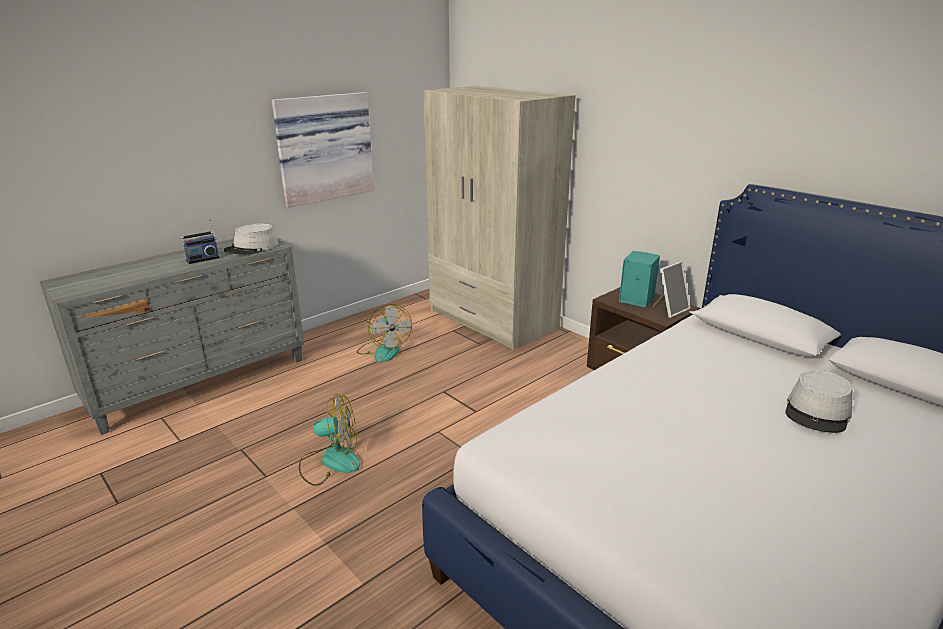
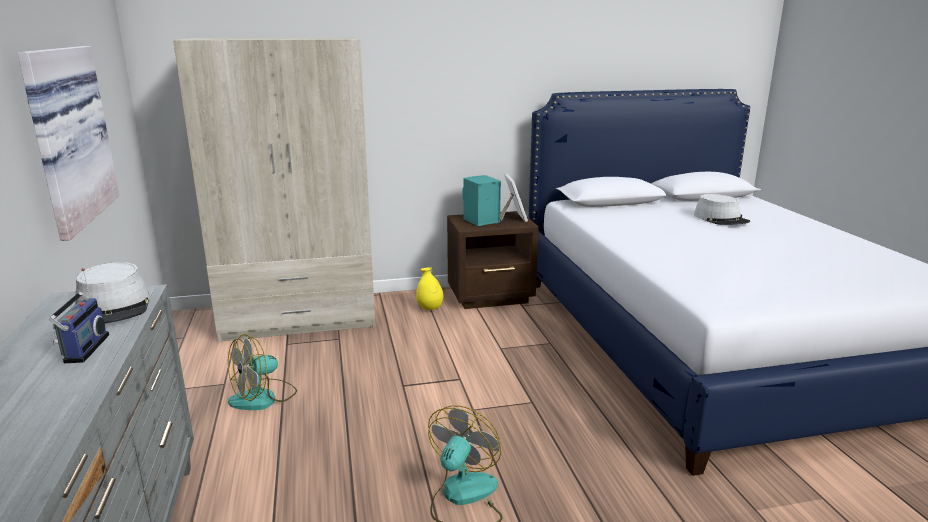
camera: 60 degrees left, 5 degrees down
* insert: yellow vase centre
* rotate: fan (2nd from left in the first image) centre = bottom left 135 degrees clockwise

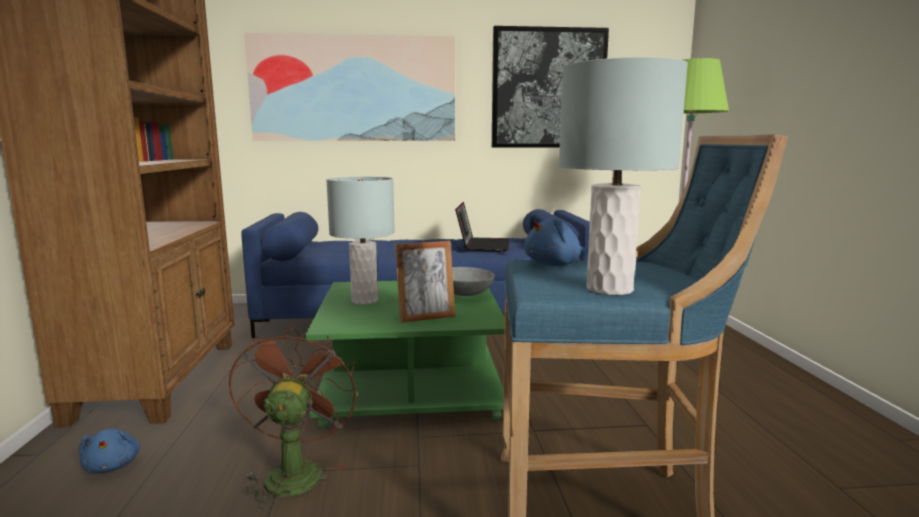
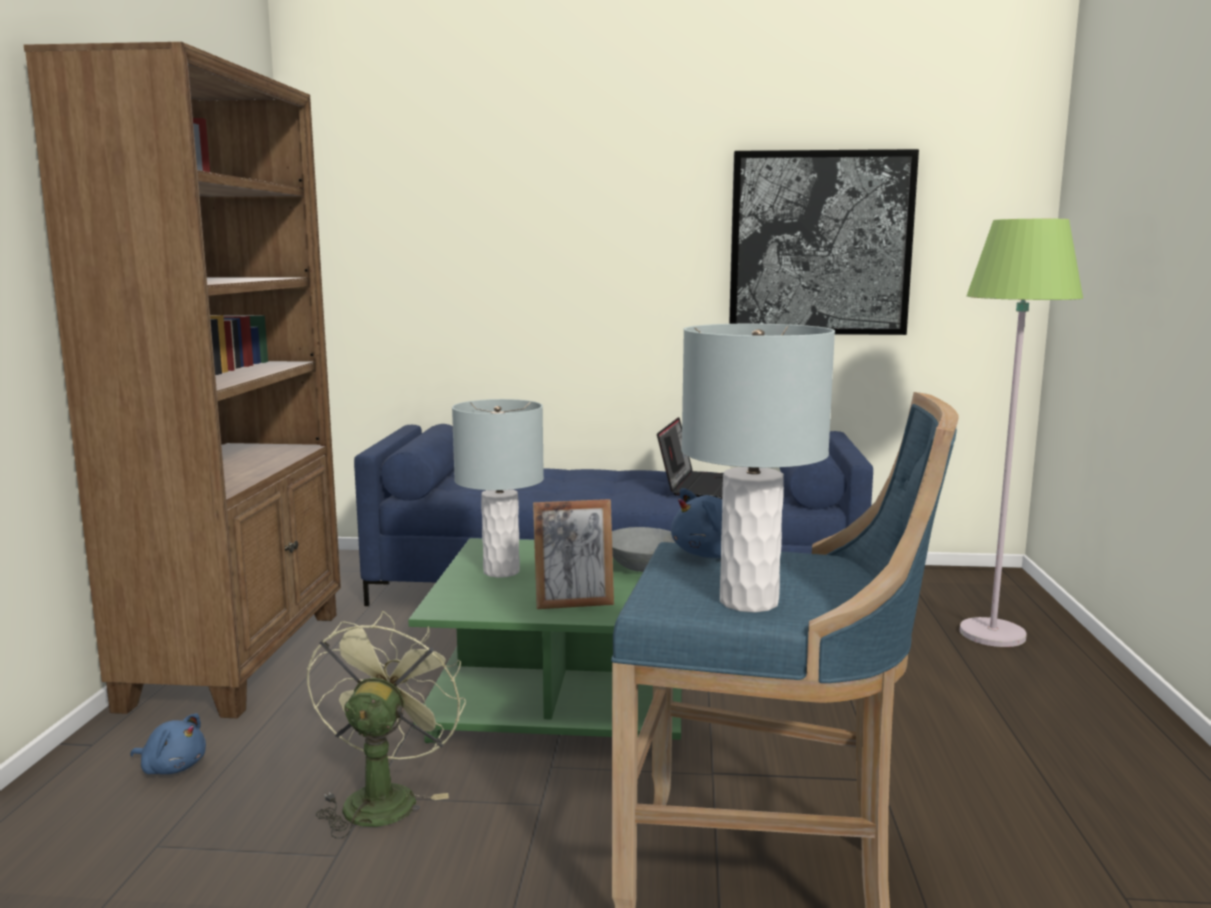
camera: 10 degrees right, 0 degrees up
* delete: picture (1st from left) top centre
* recolor: brown fan bottom left to green fan bottom left
* rotate: blue plush toy (1st from left) bottom left = bottom left 60 degrees counterclockwise

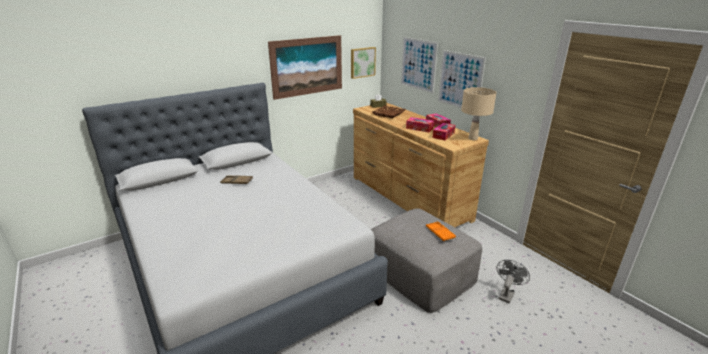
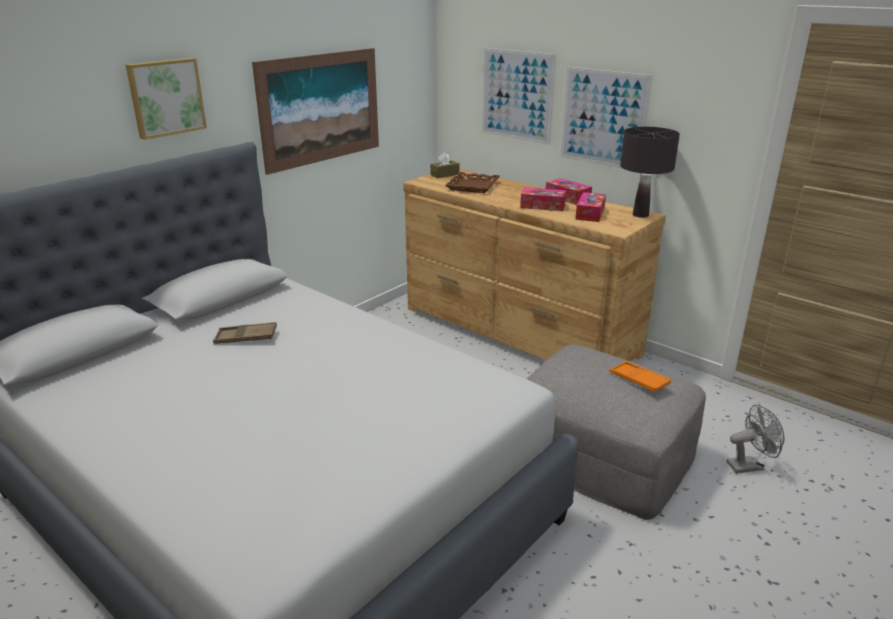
camera: 15 degrees left, 0 degrees up
* move: picture (2nd from left in the first image) top centre to picture (1st from left) top left
* recolor: beige table lamp top right to black table lamp top right
* rotate: grey fan bottom right = bottom right 60 degrees clockwise

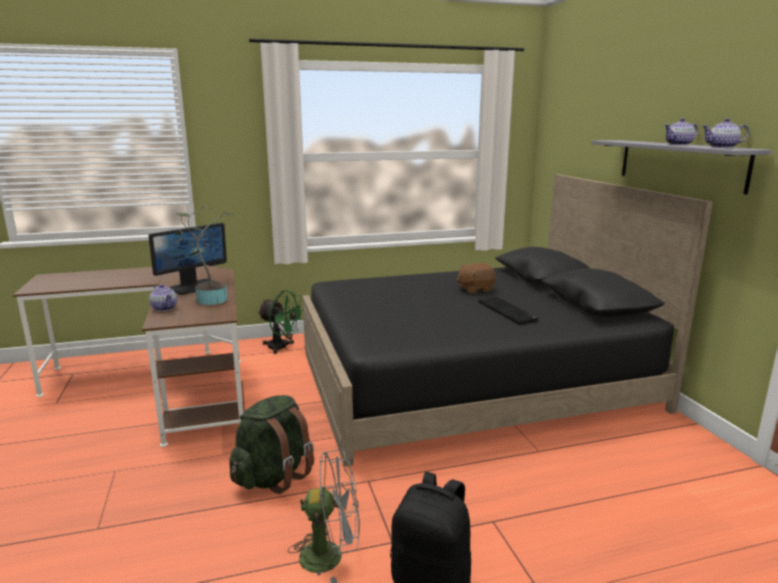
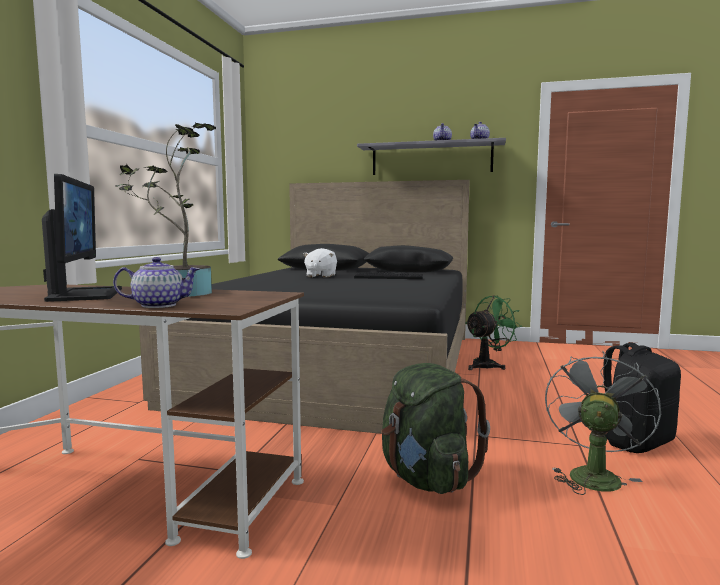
camera: 60 degrees left, 10 degrees down
* move: green fan centre to middle right
* recolor: brown plush toy centre to white plush toy centre

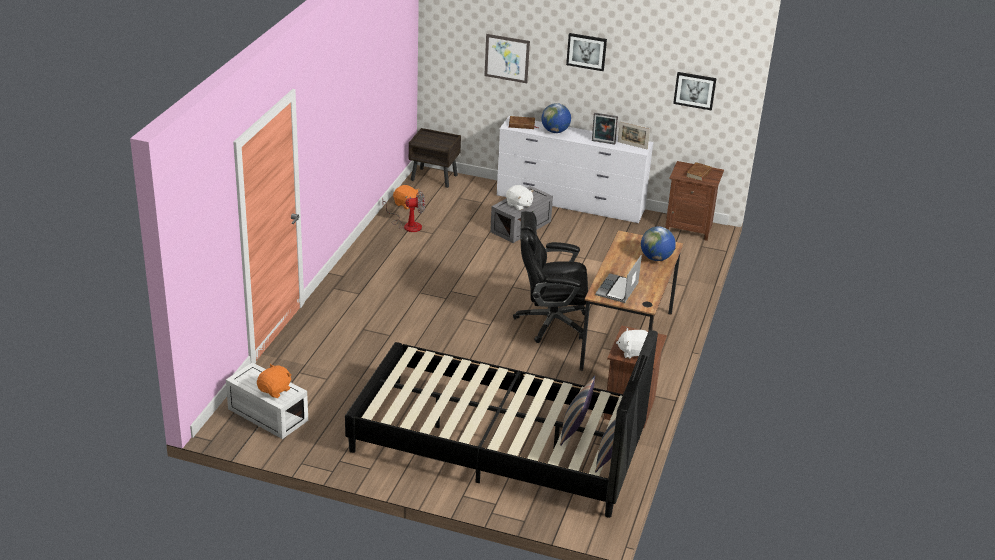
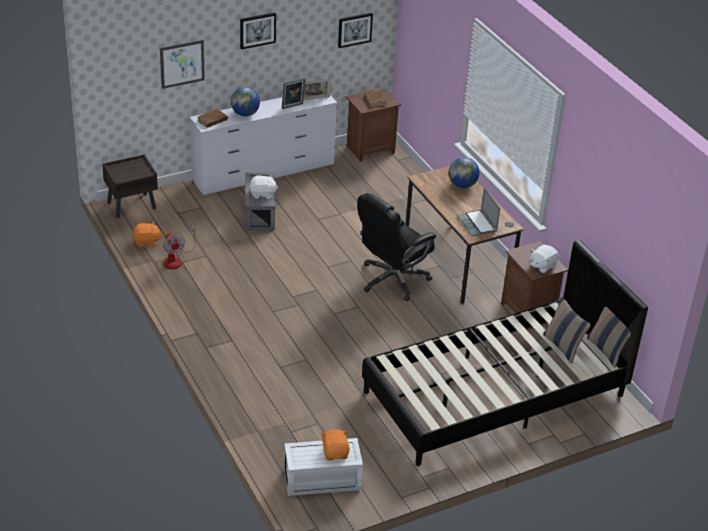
camera: 45 degrees left, 5 degrees up
* rotate: fan centre = middle left 120 degrees clockwise

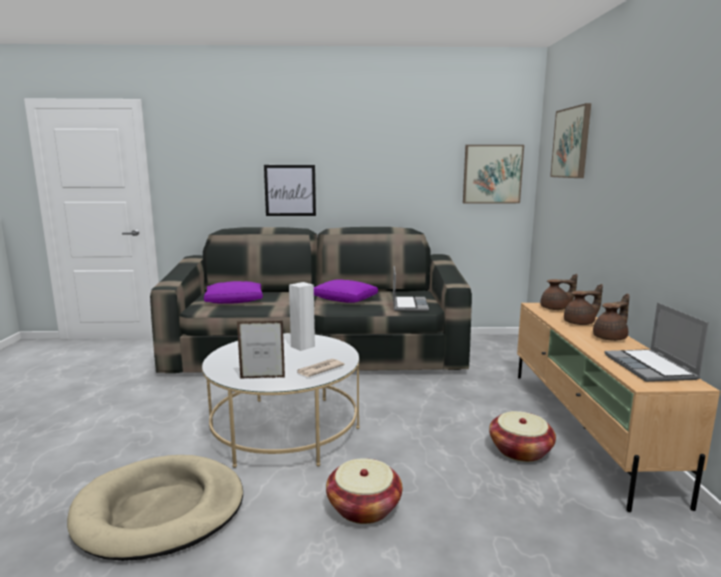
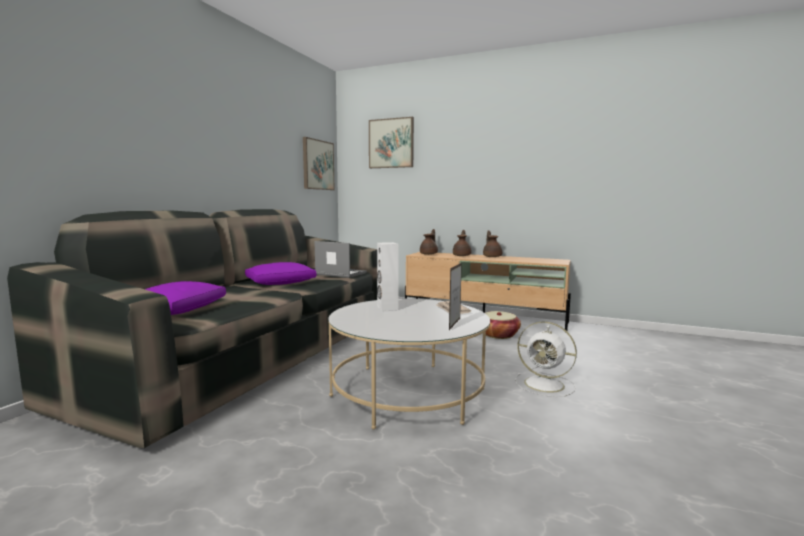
camera: 65 degrees left, 5 degrees down
* delete: beige dog bed bottom left
* delete: picture (1st from left) top centre
* delete: laptop (2nd from left) middle right
* replace: basket (1st from left) bottom centre to white fan bottom right

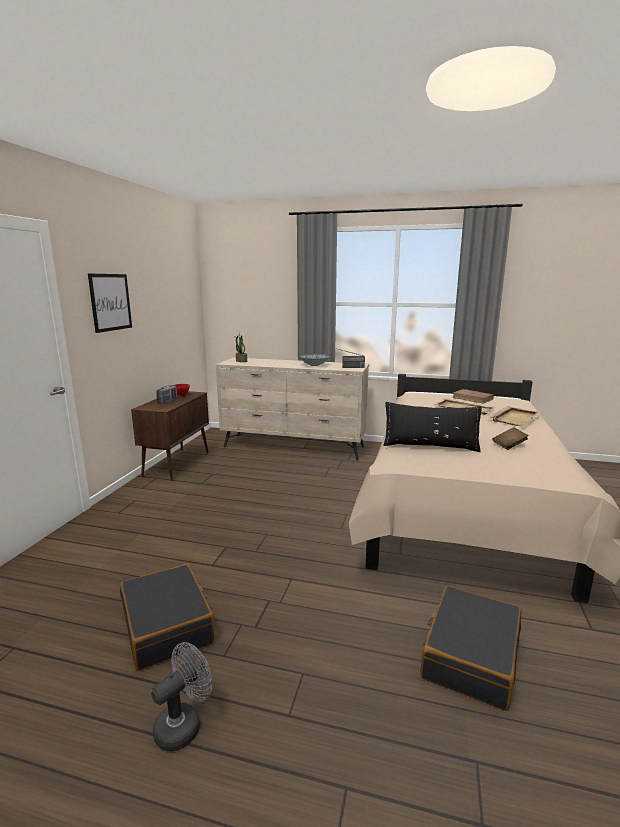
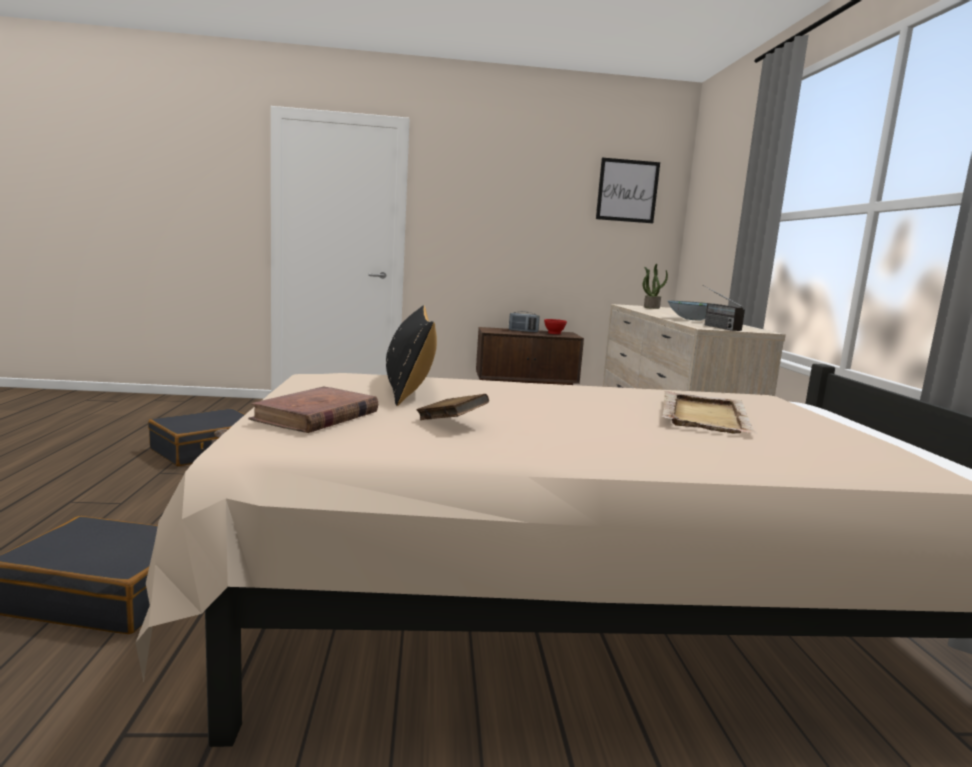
camera: 70 degrees right, 5 degrees down
* delete: grey fan bottom left
* delete: beige tray (2nd from left) middle right
* move: picture middle left to top centre
* move: brown book (1st from left) middle right to middle left

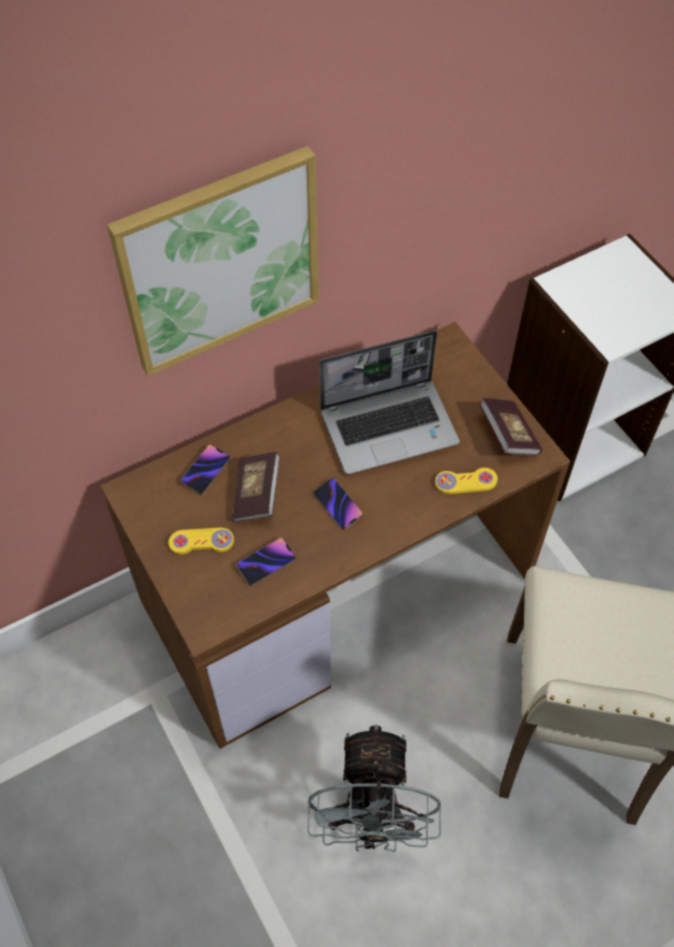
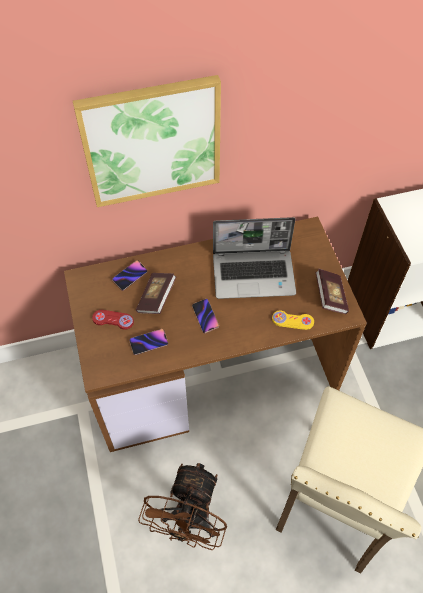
camera: 15 degrees right, 0 degrees up
* recolor: yellow game controller (1st from left) middle left to red game controller middle left
* recolor: grey fan bottom centre to brown fan bottom centre

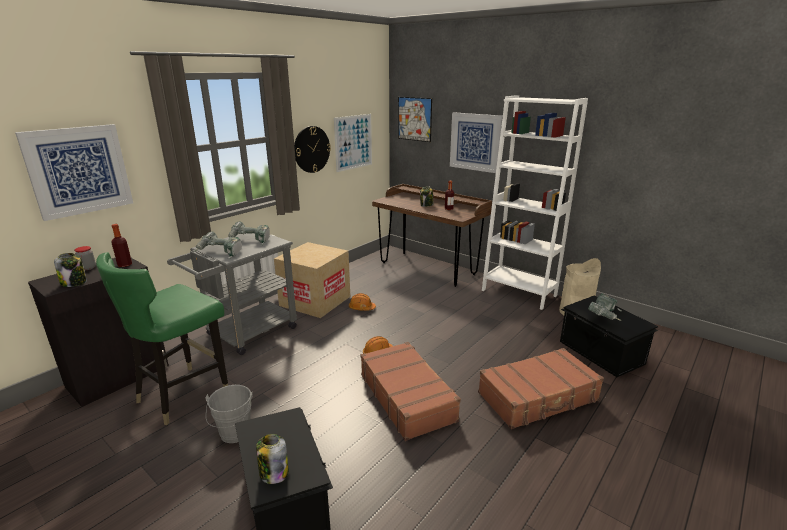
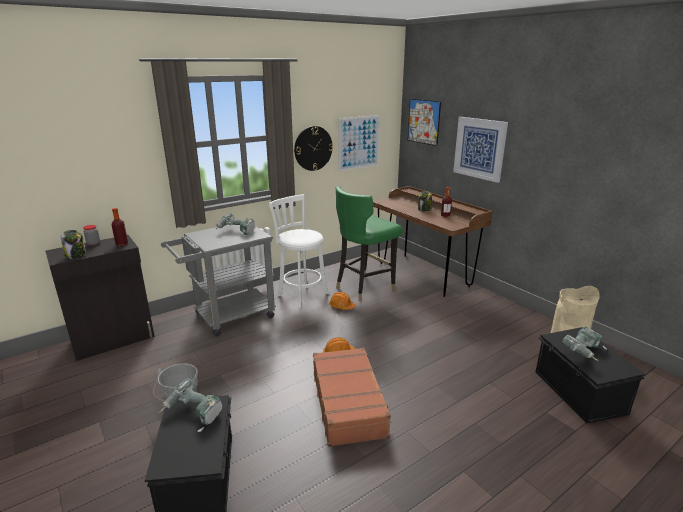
camera: 15 degrees right, 0 degrees up
* delete: picture (1st from left) top left
* delete: jar (3rd from left) bottom centre
* delete: brown suitcase (2nd from left) bottom right
* delete: white bookcase middle right
* move: green chair middle left to centre
* move: power drill (1st from left) middle left to bottom left
* replace: cardboard box centre to white stool centre

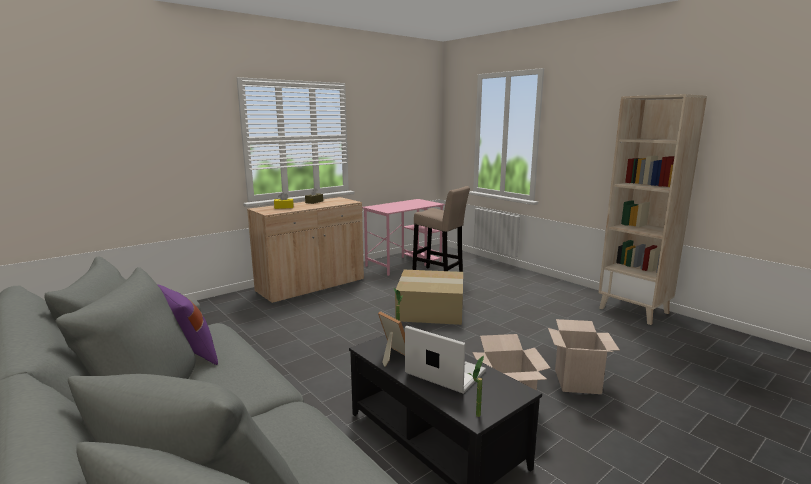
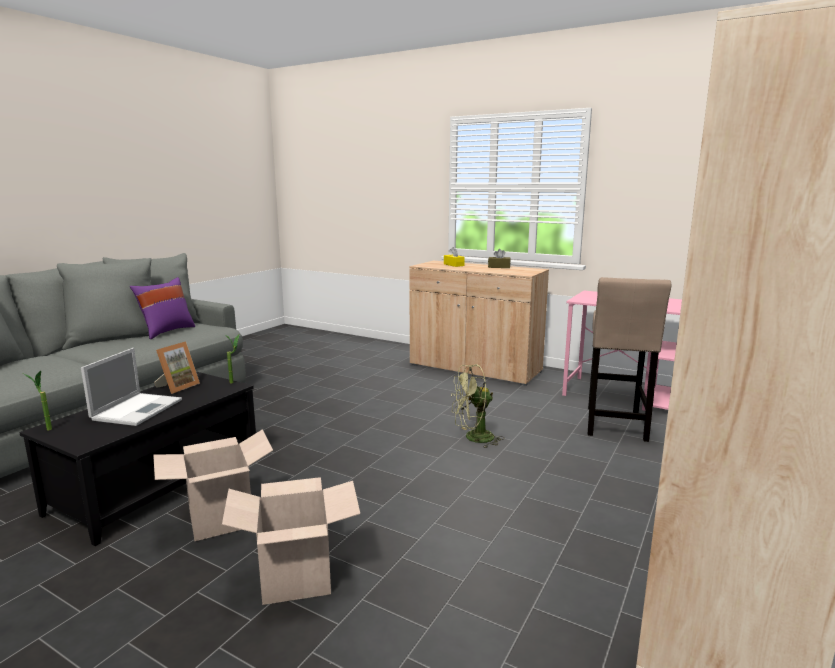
camera: 70 degrees right, 0 degrees up
* replace: cardboard box (1st from left) centre to green fan centre

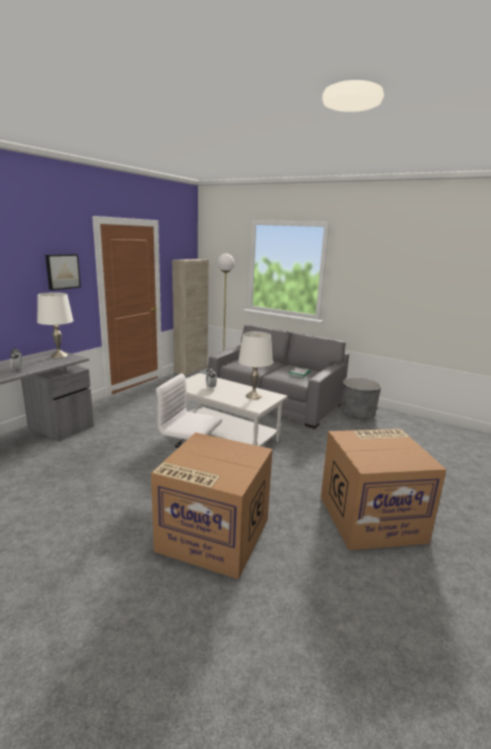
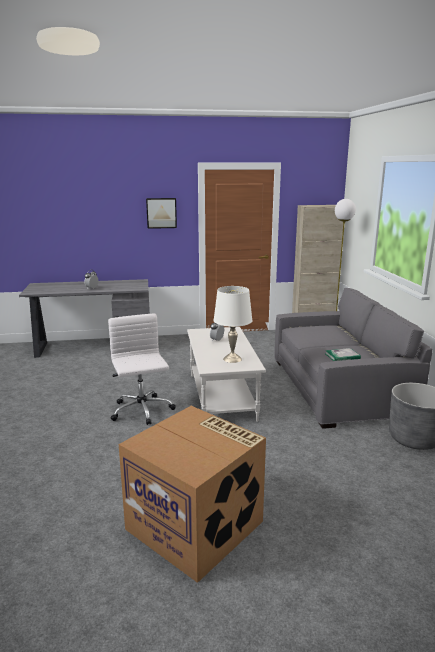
camera: 50 degrees right, 0 degrees up
* delete: white table lamp (1st from left) middle left
* delete: cardboard box (1st from left) bottom centre

